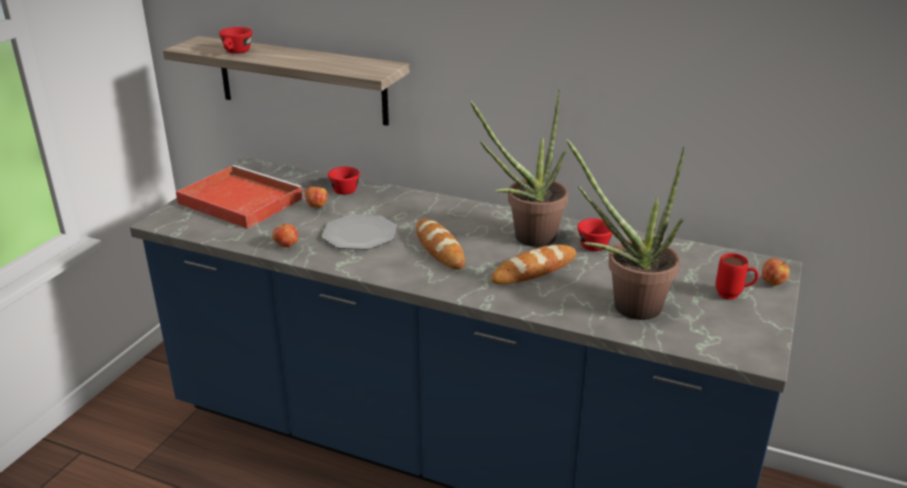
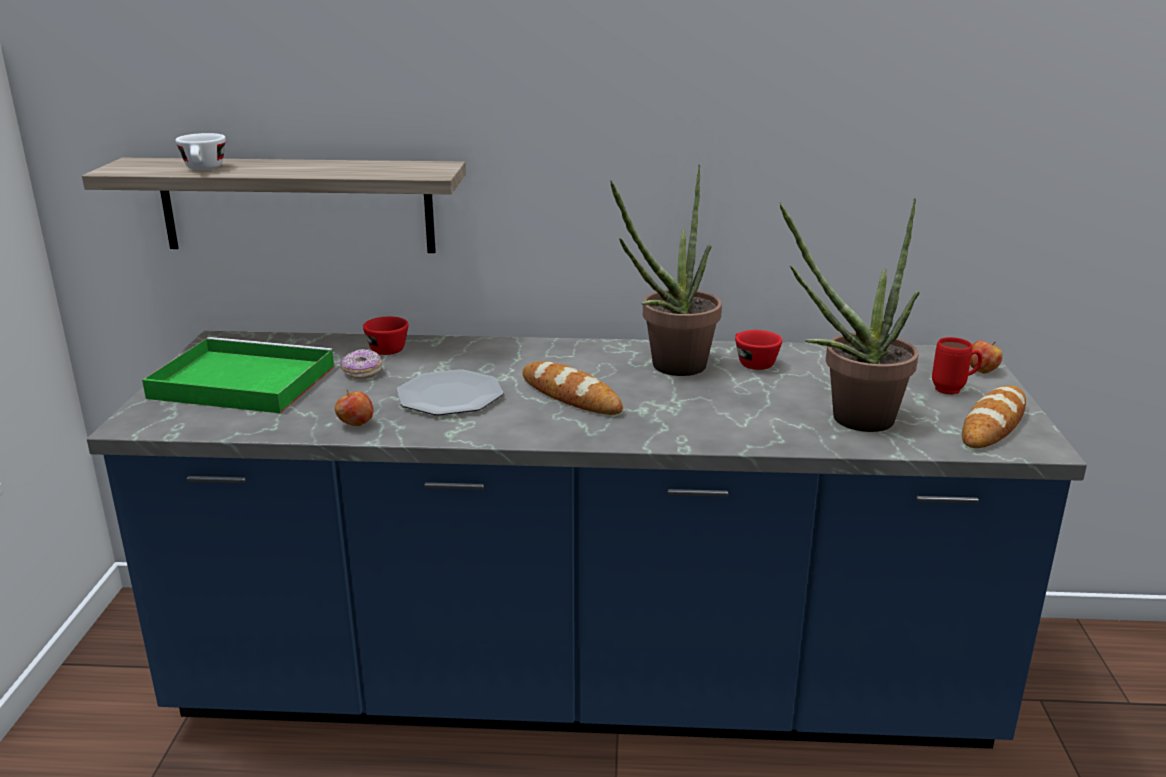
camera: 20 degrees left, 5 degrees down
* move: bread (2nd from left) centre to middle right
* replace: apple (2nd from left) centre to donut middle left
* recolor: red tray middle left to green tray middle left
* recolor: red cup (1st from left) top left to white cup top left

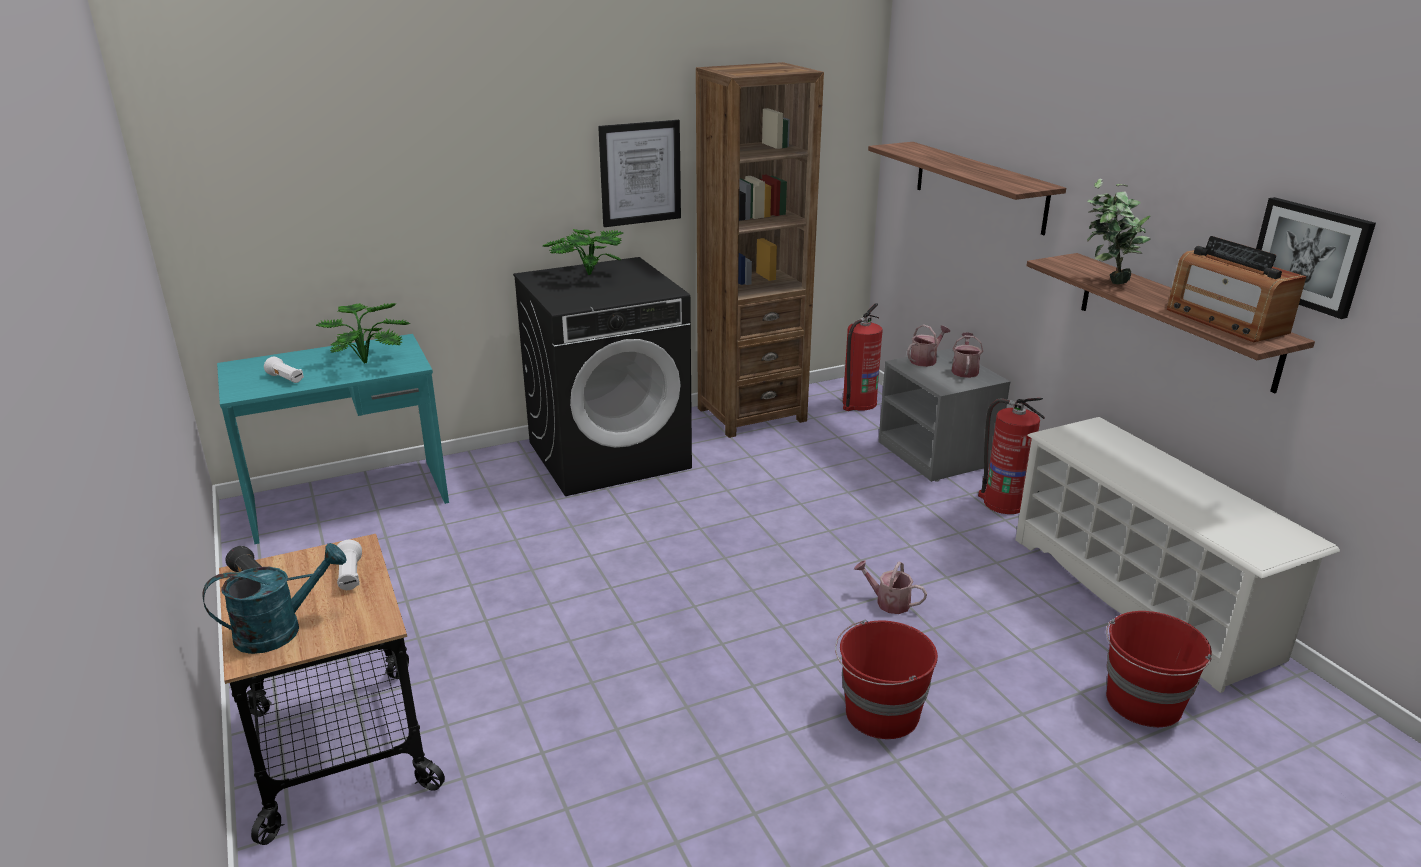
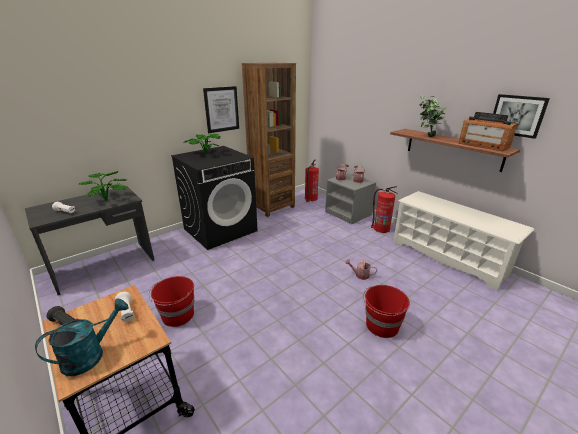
camera: 15 degrees left, 0 degrees up
* delete: shelf (1st from left) top right
* move: red bucket (2nd from left in the first image) bottom right to red bucket (1st from left) bottom left
* recolor: turquoise desk middle left to grey desk middle left

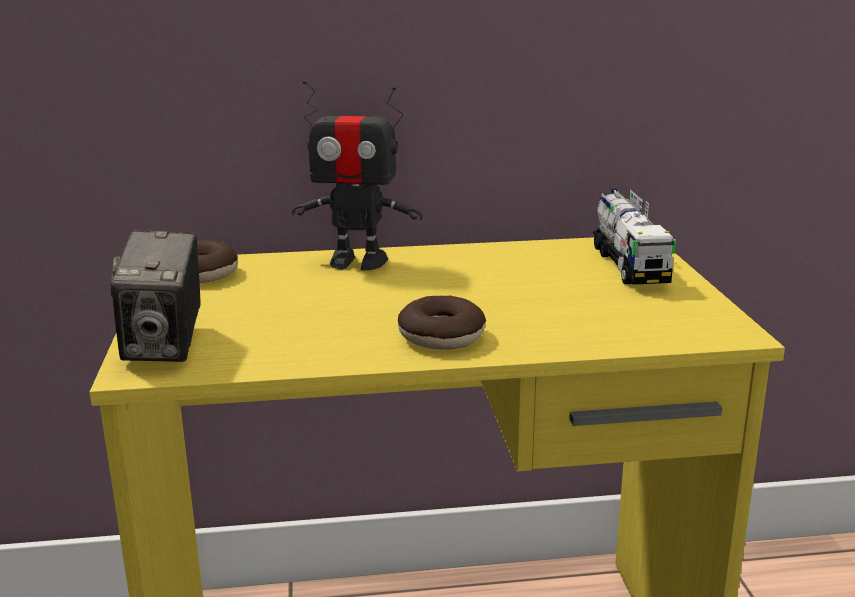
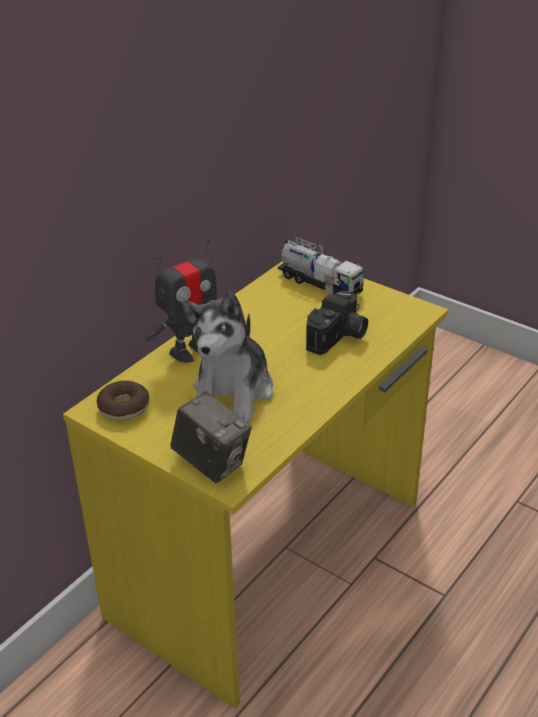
camera: 45 degrees left, 15 degrees up
* delete: donut (2nd from left) centre
* insert: plush toy centre
* insert: photo camera (2nd from left) centre

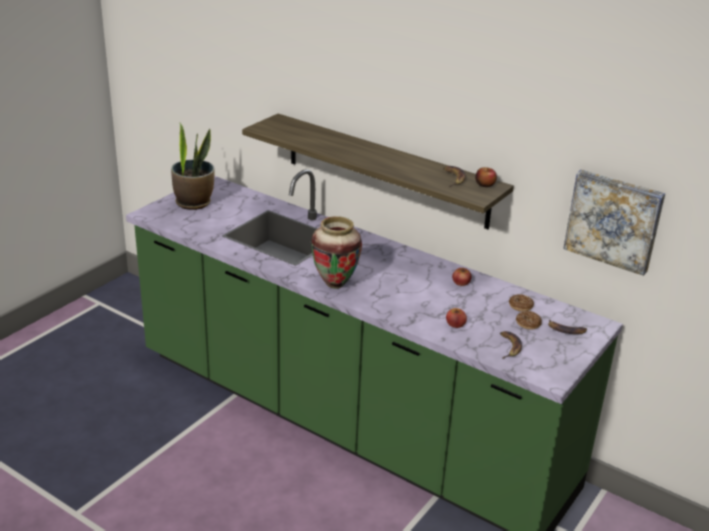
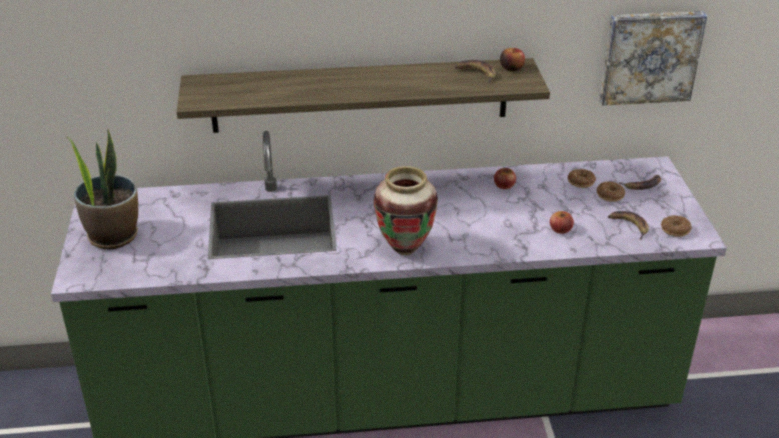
camera: 40 degrees left, 5 degrees up
* insert: donut (3rd from left) middle right

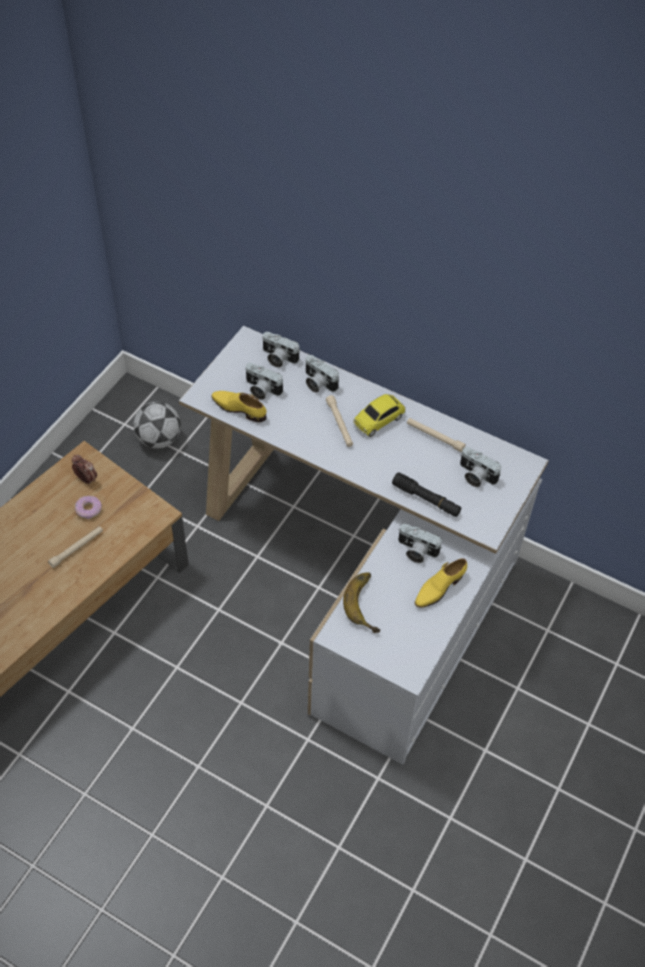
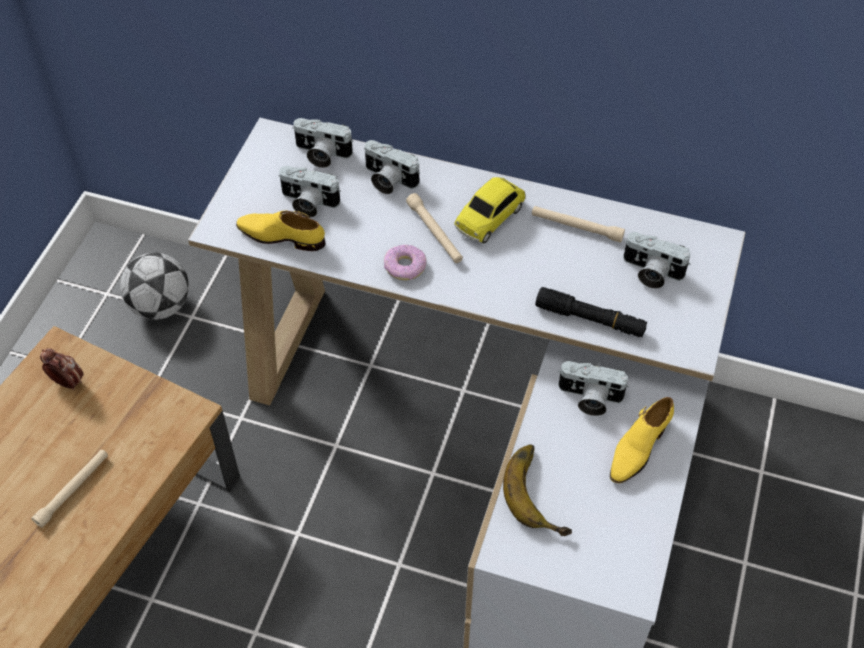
camera: 10 degrees left, 0 degrees up
* move: donut middle left to centre

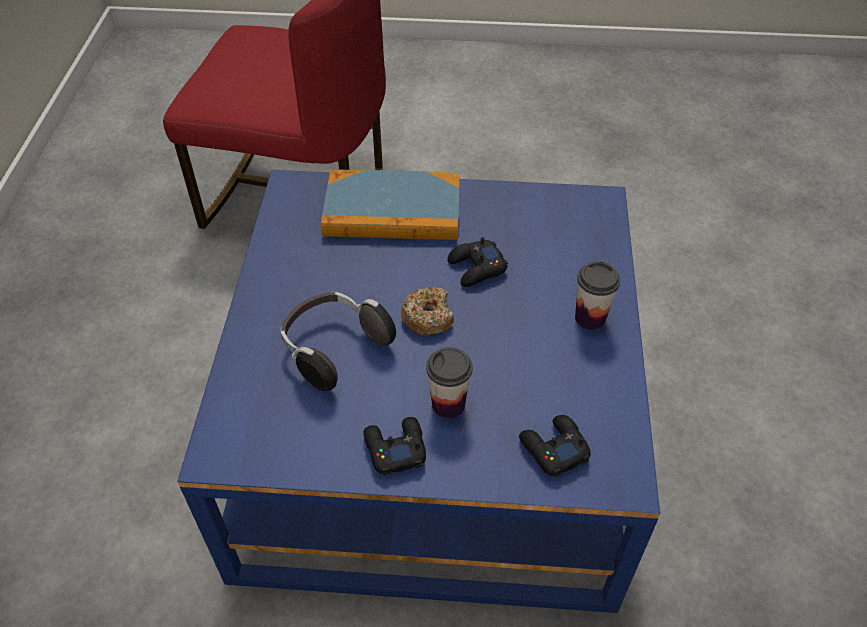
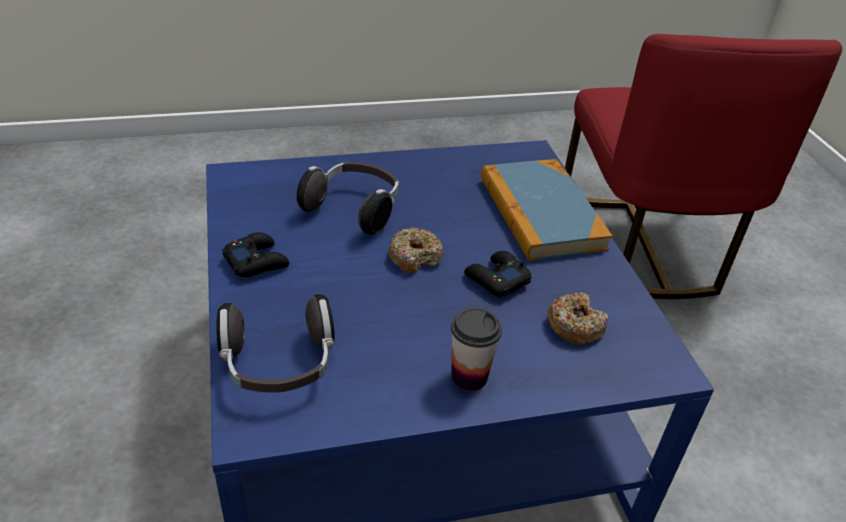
camera: 70 degrees right, 10 degrees down
* delete: cup (1st from left) centre
* insert: donut (2nd from left) middle right
* replace: black game controller (3rd from left) bottom centre to headphones (1st from left) middle left

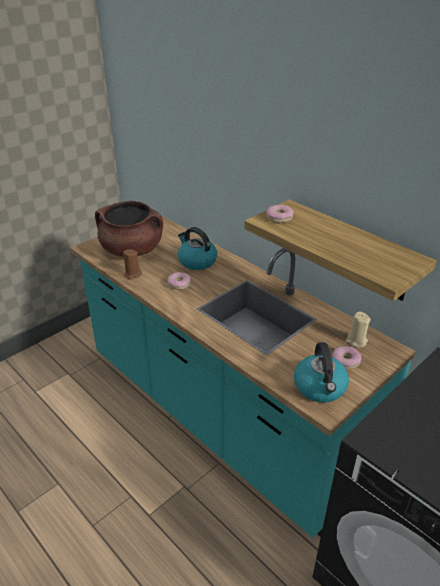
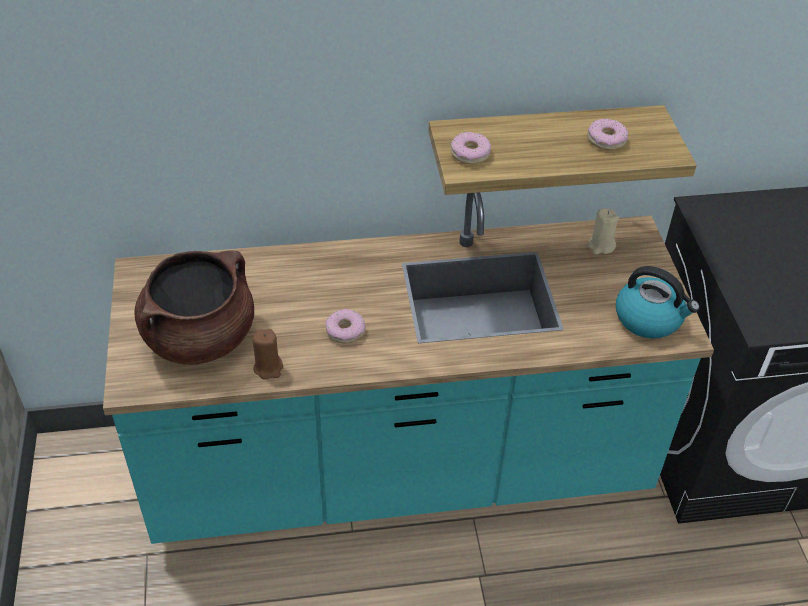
camera: 55 degrees left, 10 degrees up
* delete: kettle (1st from left) centre
* move: donut (3rd from left) middle right to top right

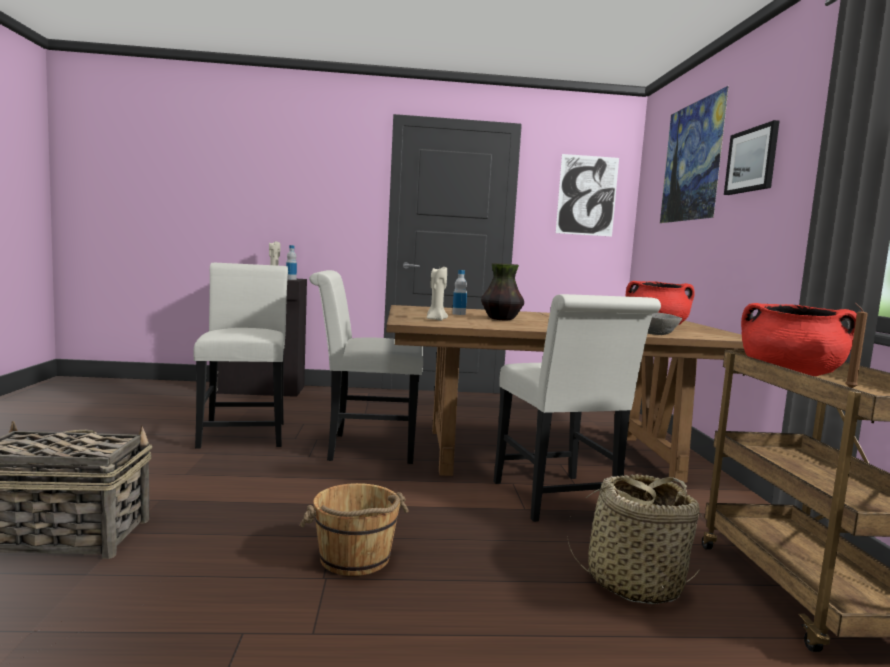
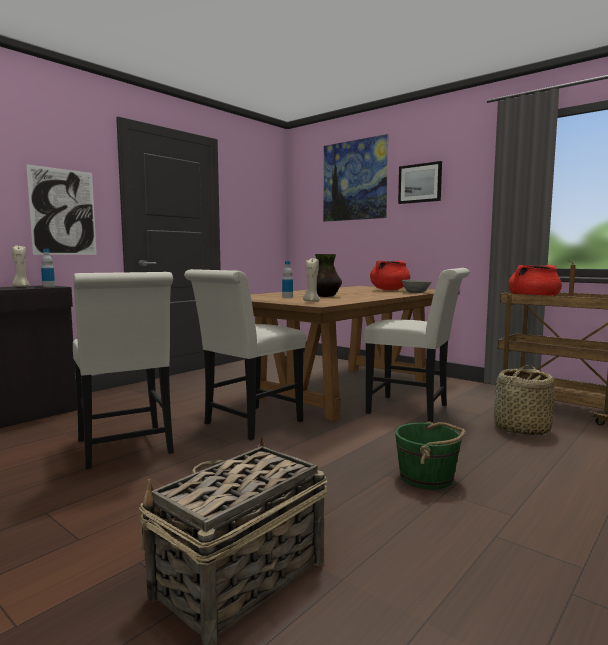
camera: 45 degrees left, 0 degrees up
* move: picture (1st from left) top centre to top left
* recolor: brown bucket bottom centre to green bucket bottom right
* rotate: white chair (1st from left) middle left = middle left 150 degrees counterclockwise

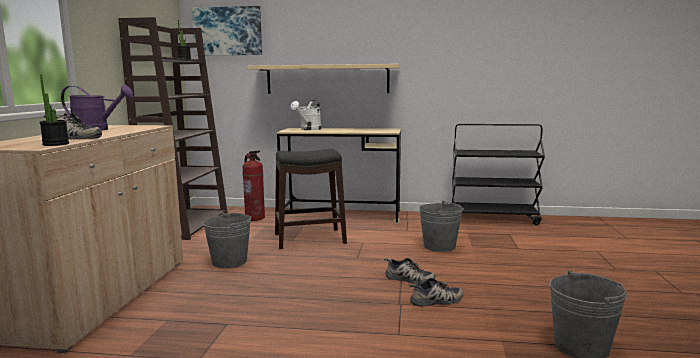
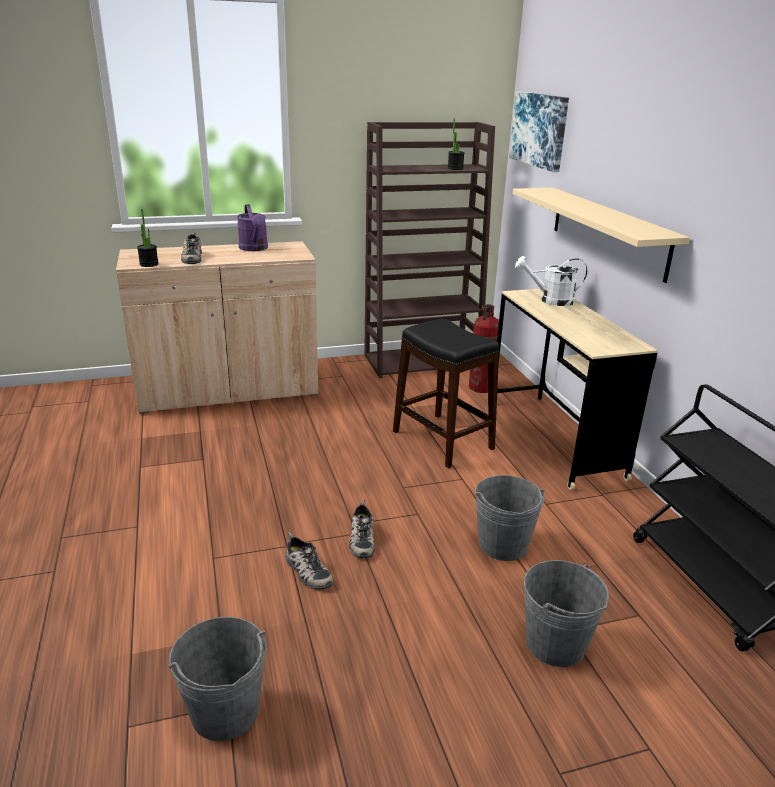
camera: 65 degrees right, 15 degrees up
* move: grey bucket (1st from left in the first image) bottom left to grey bucket (3rd from left) bottom right

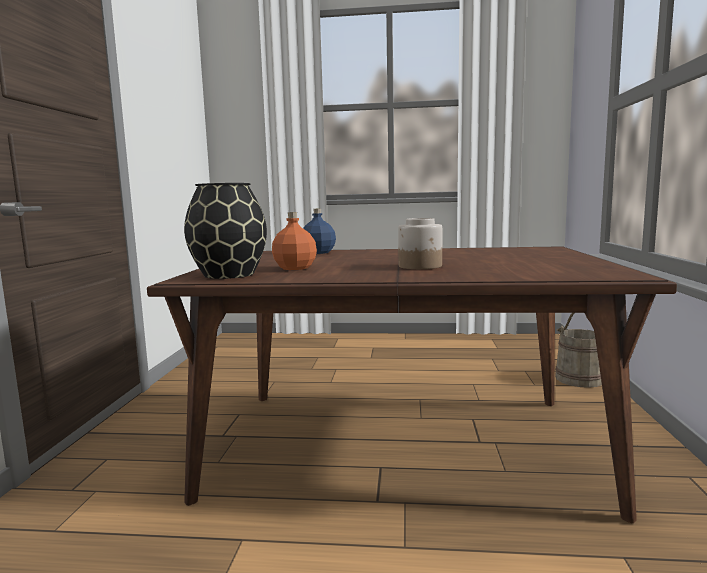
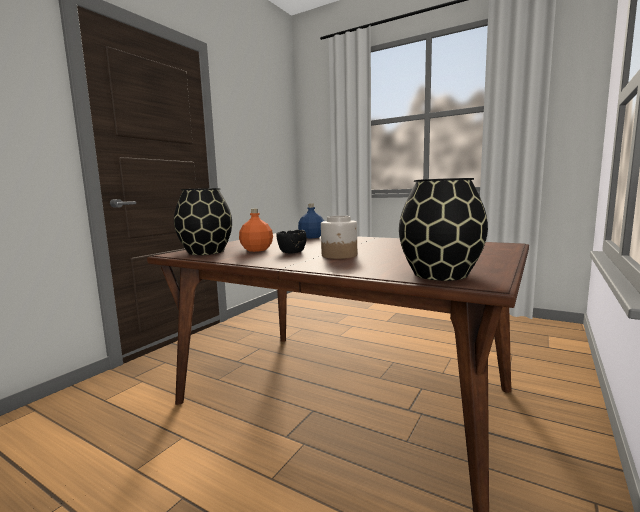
camera: 25 degrees right, 0 degrees up
* delete: beige bucket middle right
* insert: black bowl centre
* insert: black vase (2nd from left) middle right

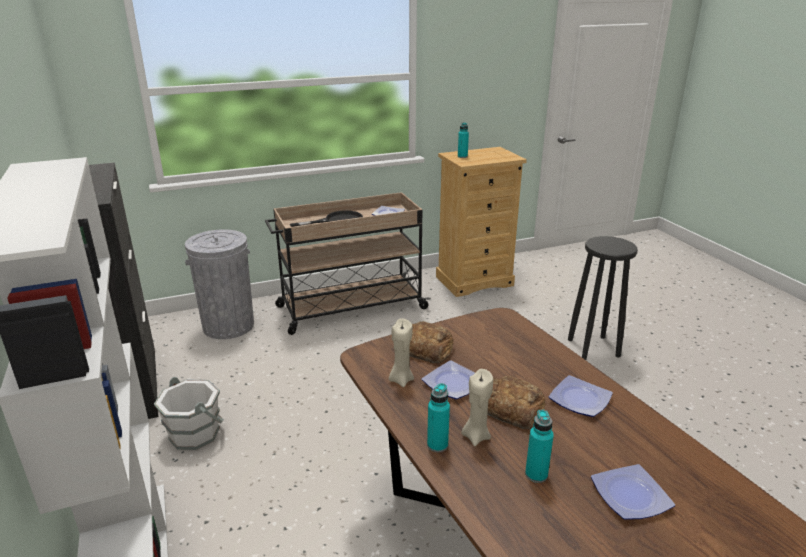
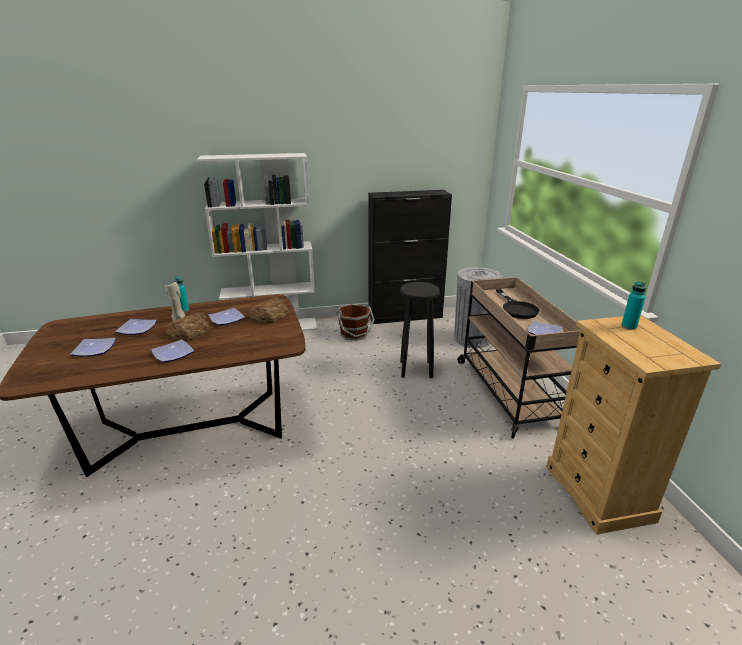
camera: 100 degrees right, 0 degrees up
* delete: beige candle (1st from left) centre
* move: black stool middle right to centre
* replace: turquoise bottle (3rd from left) bottom right to plate (2nd from left) middle left
* recolor: white bucket bottom left to brown bucket centre

